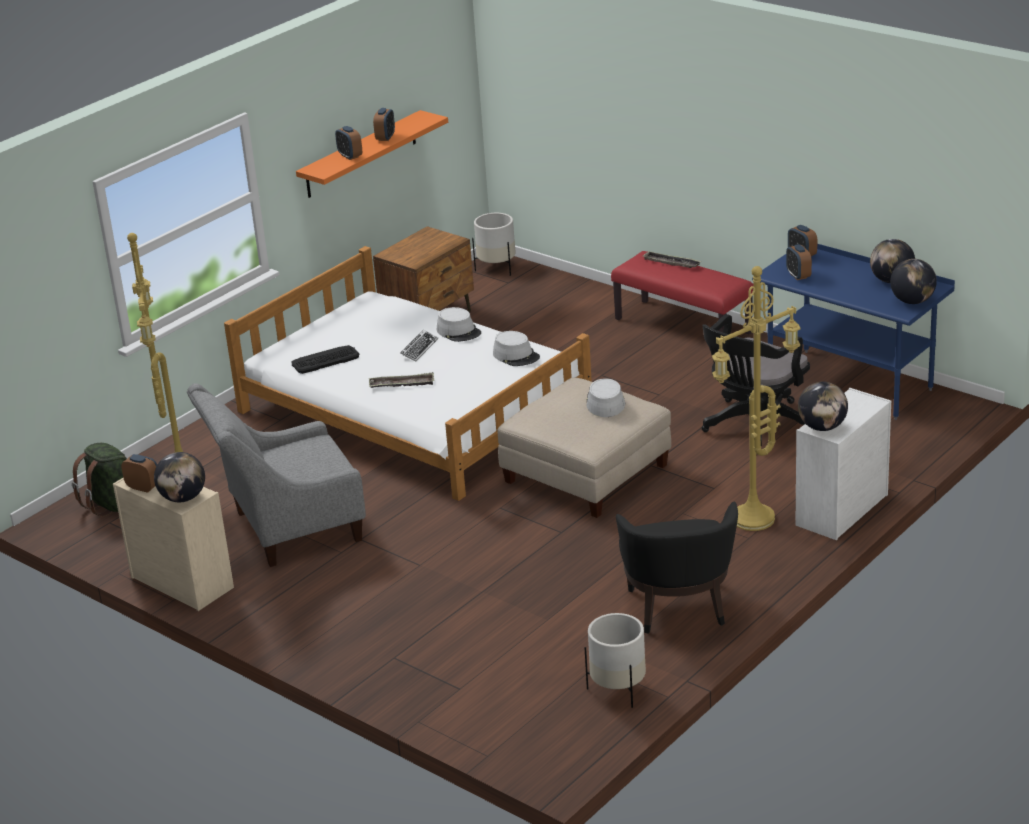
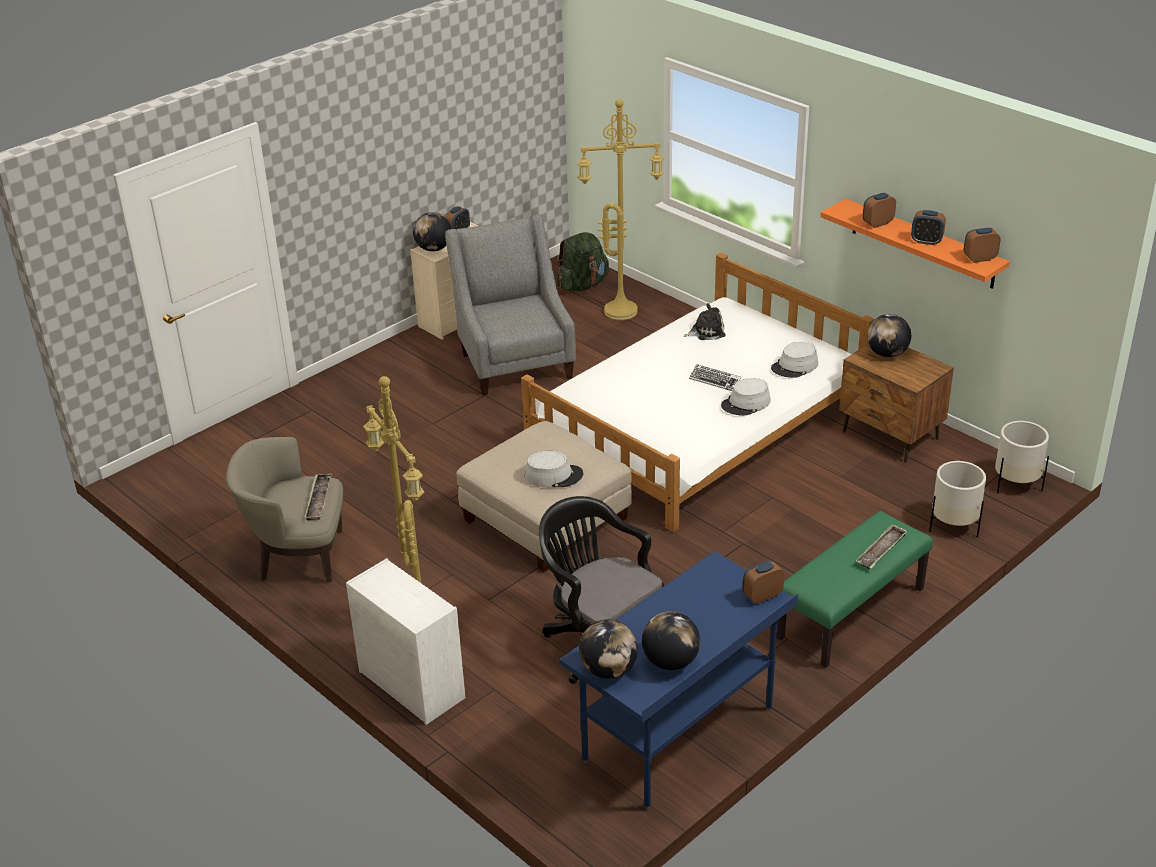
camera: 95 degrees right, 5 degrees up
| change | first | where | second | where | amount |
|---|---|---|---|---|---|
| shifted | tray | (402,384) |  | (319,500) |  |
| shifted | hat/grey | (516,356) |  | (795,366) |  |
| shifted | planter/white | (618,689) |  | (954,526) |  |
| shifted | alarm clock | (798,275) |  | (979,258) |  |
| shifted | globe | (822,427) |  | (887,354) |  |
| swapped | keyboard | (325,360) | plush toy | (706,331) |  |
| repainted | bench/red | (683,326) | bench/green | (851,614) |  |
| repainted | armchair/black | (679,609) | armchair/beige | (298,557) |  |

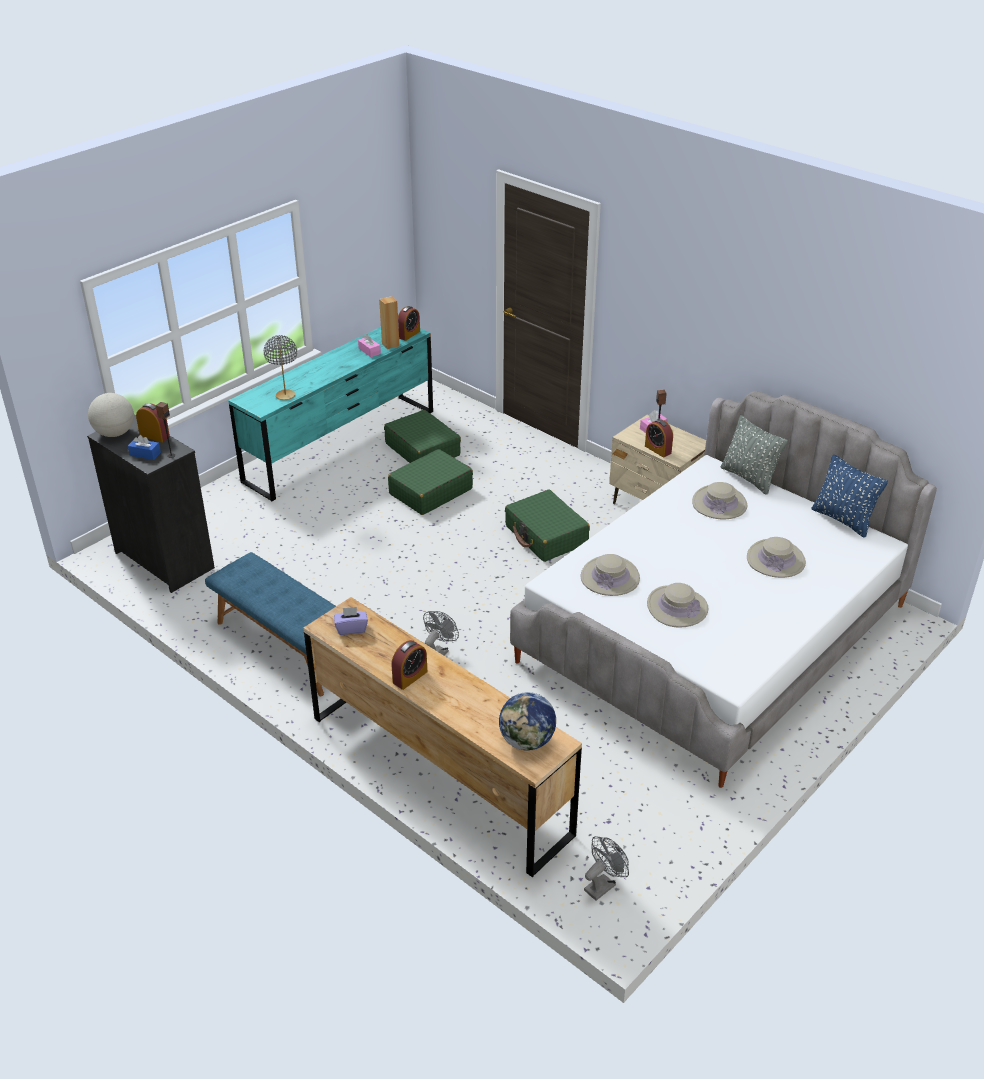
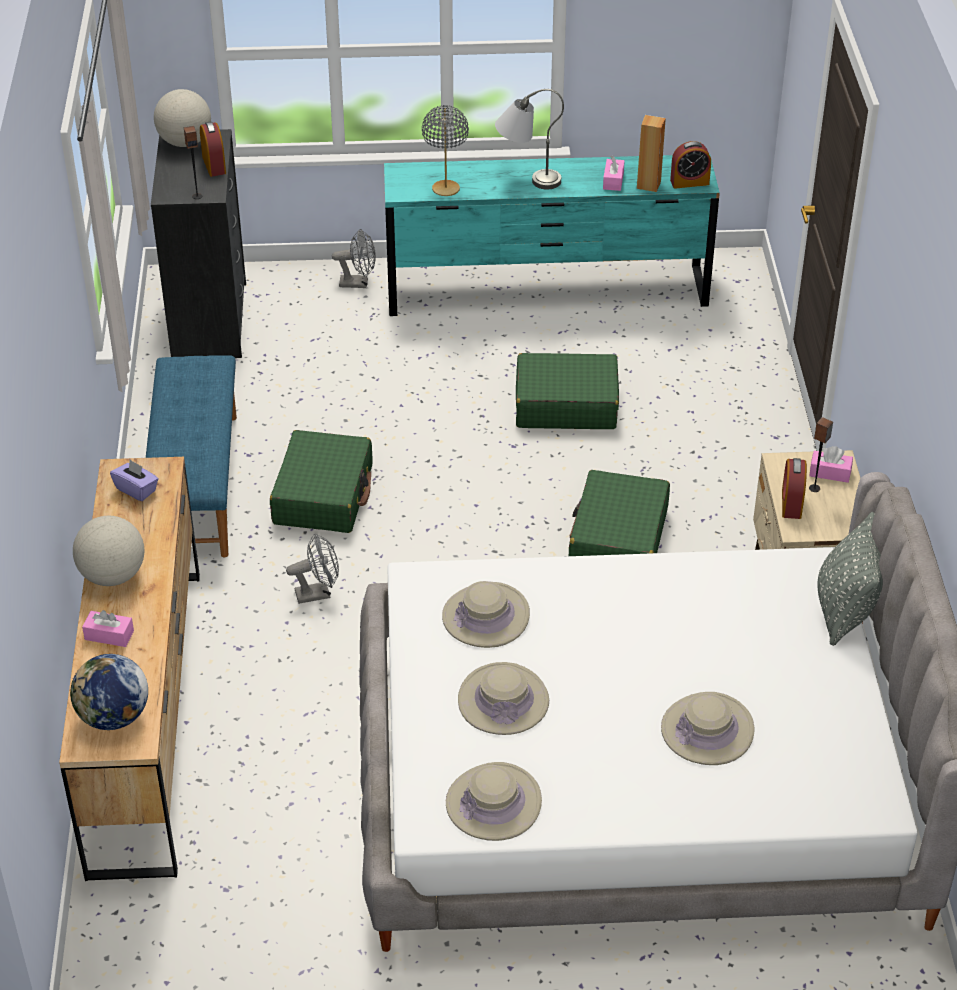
camera: 45 degrees right, 5 degrees up
| change | first | where | second | where | amount |
|---|---|---|---|---|---|
| gone | tissue box/blue | (145,454) |  |  |  |
| gone | pillow/blue | (843,520) |  |  |  |
| new |  |  | tissue box/pink | (109,635) |  |
| new |  |  | table lamp/grey | (526,179) |  |
| shifted | suitcase/green | (422,449) |  | (323,495) |  |
| shifted | fan/grey | (603,885) |  | (358,283) |  |
| shifted | hat/beige | (719,504) |  | (493,803) |  |
| swapped | alarm clock | (410,677) | globe | (113,575) |  |

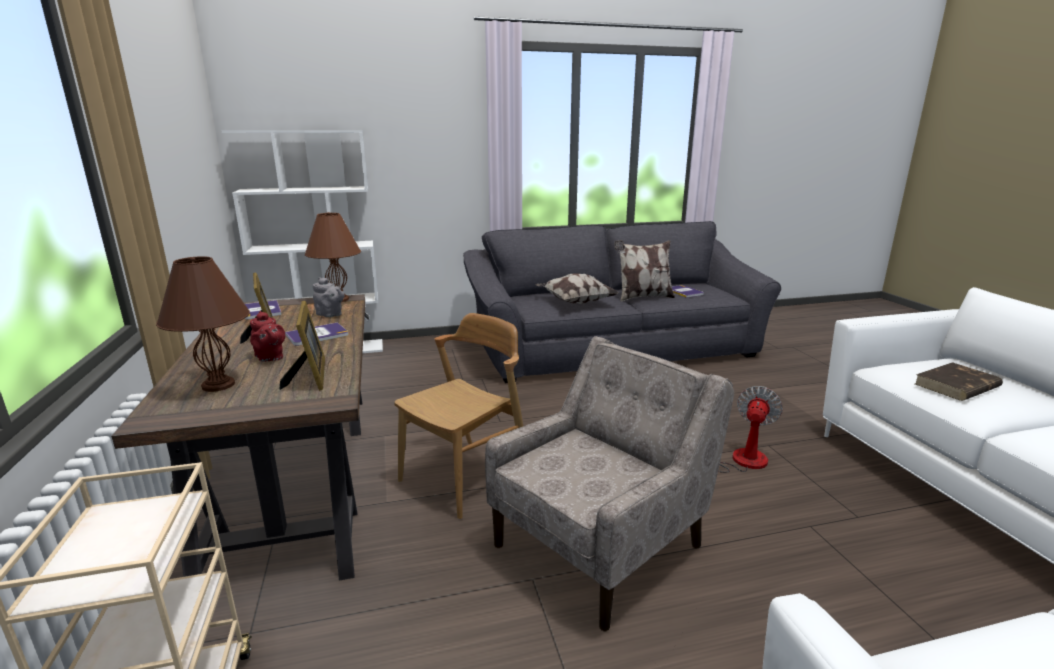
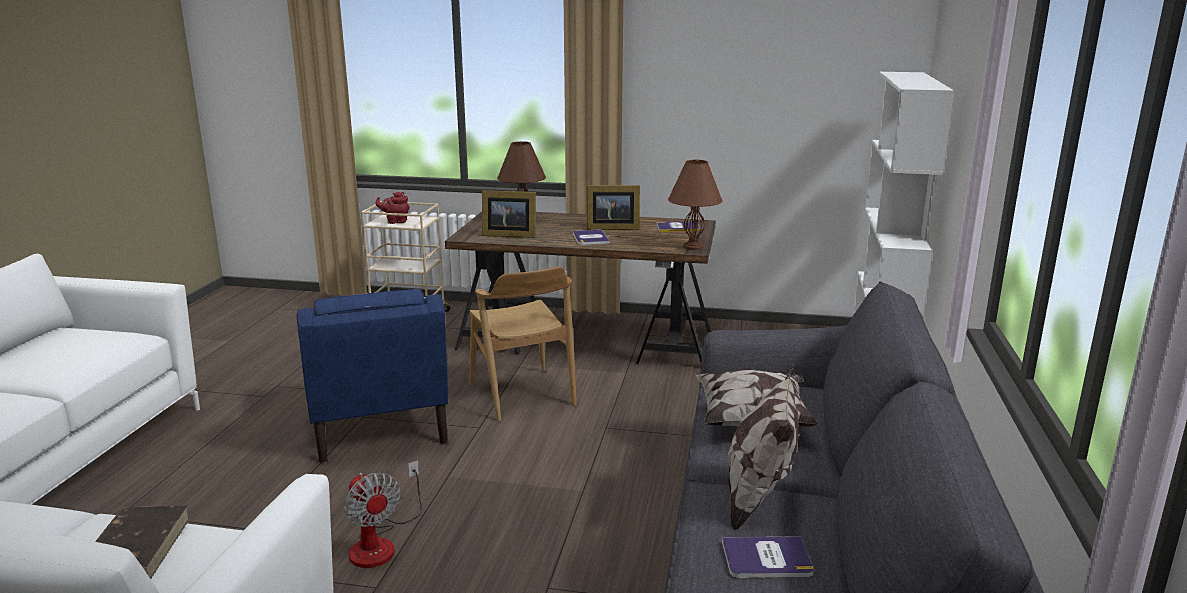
camera: 115 degrees right, 0 degrees up
| change | first | where | second | where | amount |
|---|---|---|---|---|---|
| gone | teapot/grey | (330,315) |  |  |  |
| shifted | teapot/red | (270,358) |  | (395,221) |  |
| repainted | armchair/beige | (600,544) | armchair/blue | (378,425) |  |

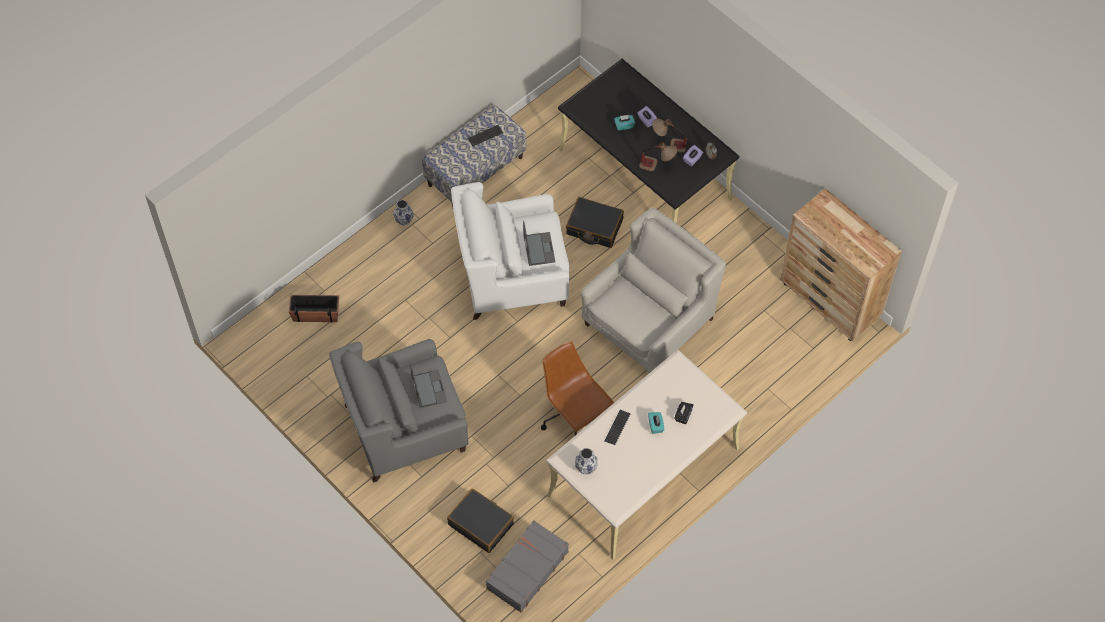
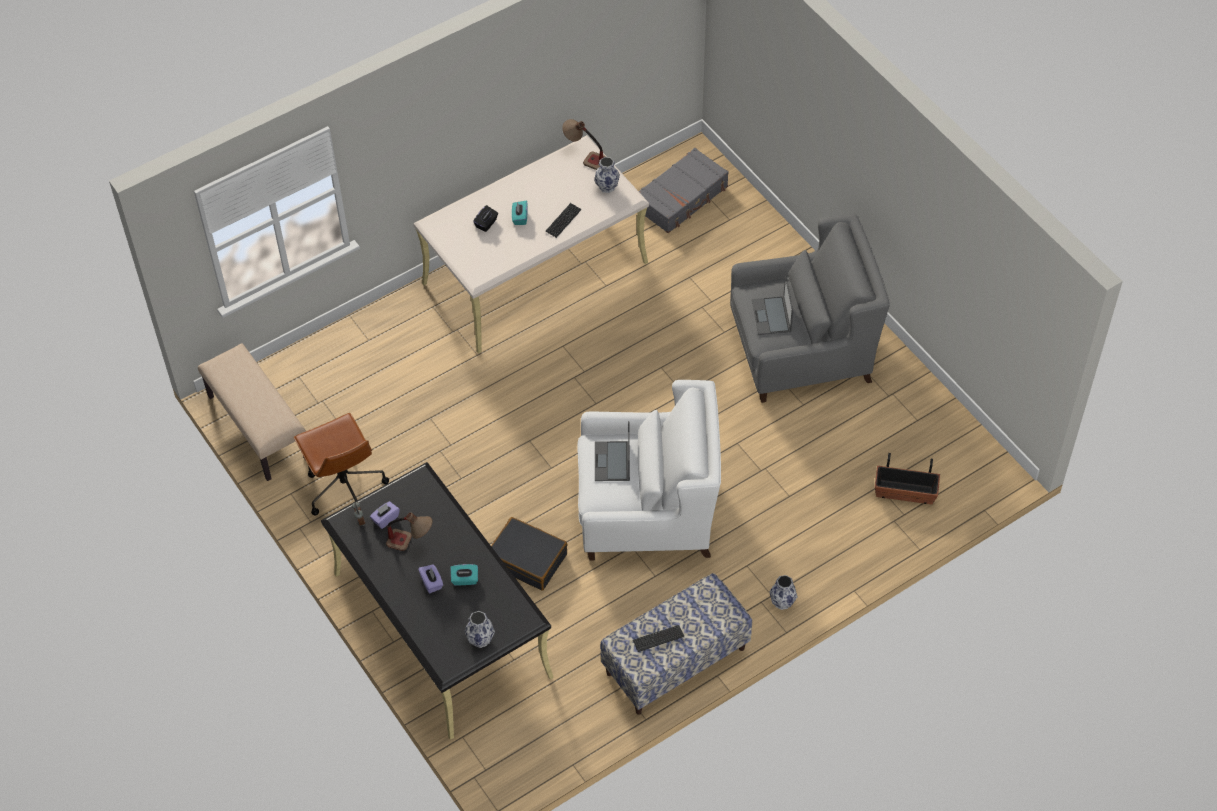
camera: 170 degrees left, 5 degrees down
| change | first | where | second | where | amount |
|---|---|---|---|---|---|
| gone | suitcase/black | (481,524) |  |  |  |
| gone | armchair/white | (649,322) |  |  |  |
| new |  |  | vase | (480,639) |  |
| shifted | office chair/brown | (575,418) |  | (345,488) |  |
| shifted | table lamp | (657,166) |  | (584,157) |  |
| swapped | dresser/brown | (830,301) | bench/beige | (257,427) |  |

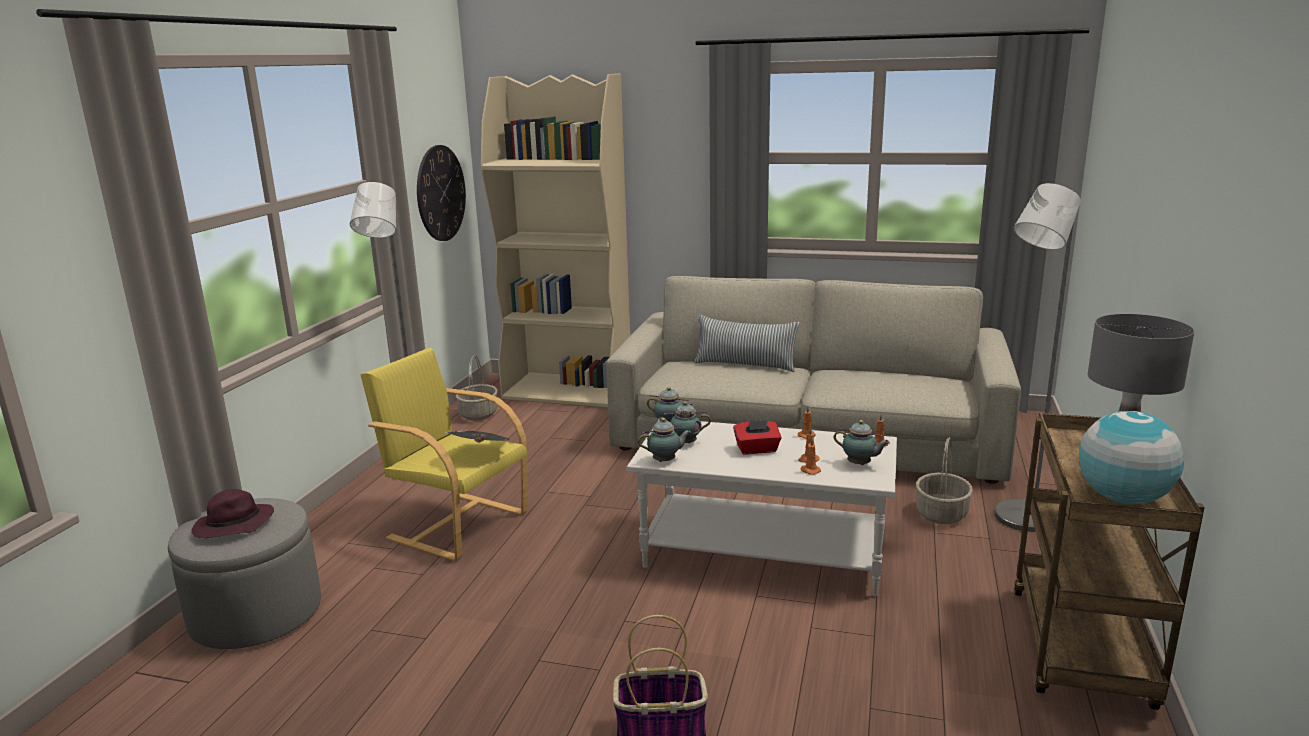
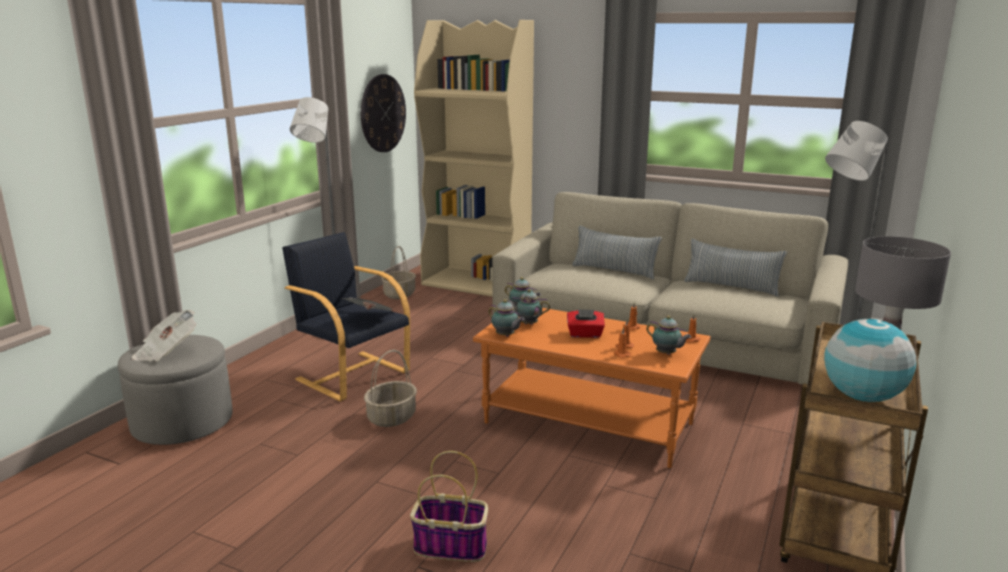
camera: 10 degrees right, 0 degrees up
| change | first | where | second | where | amount |
|---|---|---|---|---|---|
| new |  |  | pillow | (731,287) |  |
| shifted | basket | (942,514) |  | (391,418) |  |
| swapped | hat/purple | (233,526) | newspaper | (166,352) |  |
| repainted | armchair/yellow | (457,524) | armchair/black | (352,375) |  |
| repainted | coffee table/white | (765,552) | coffee table/orange | (589,423) |  |
| rotated | teapot | (666,461) |  | (506,336) | 45 degrees clockwise |

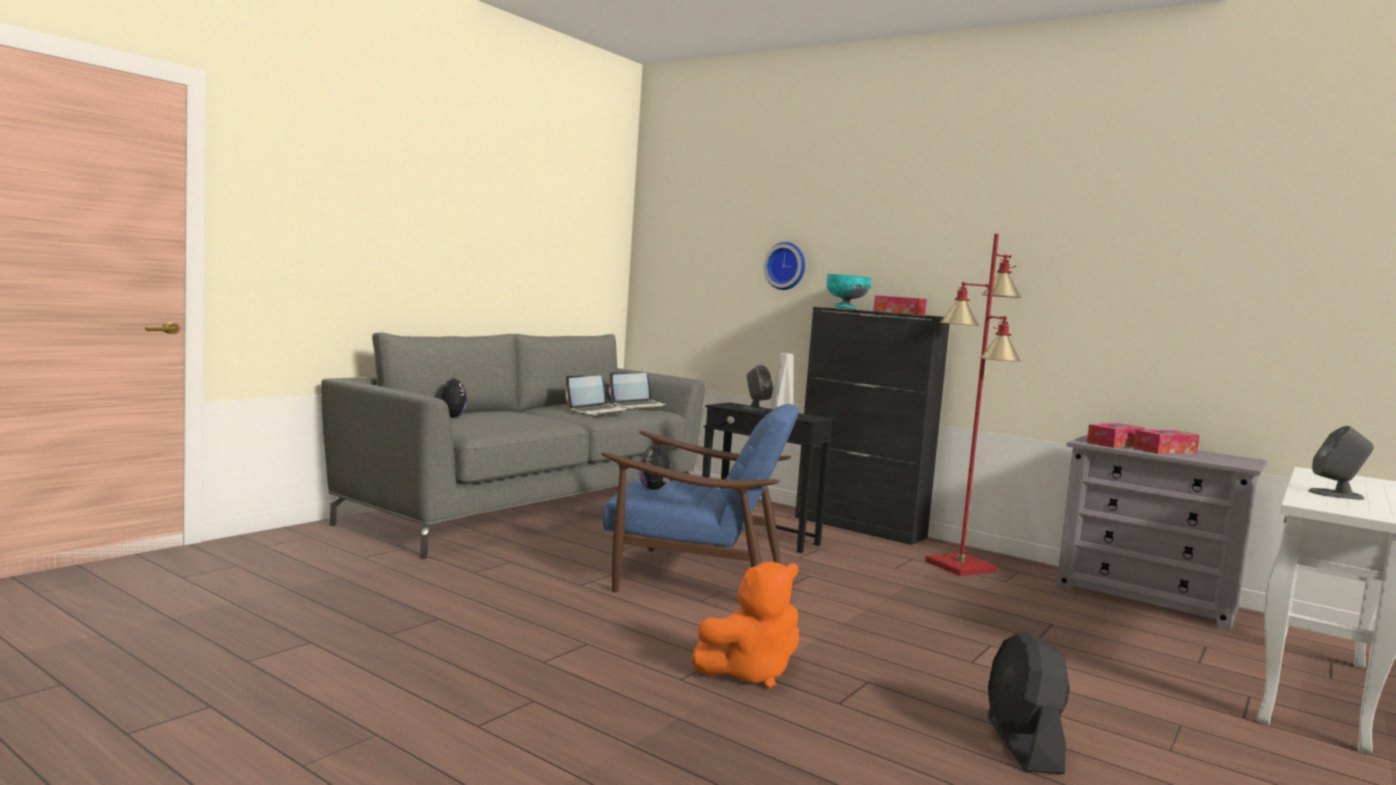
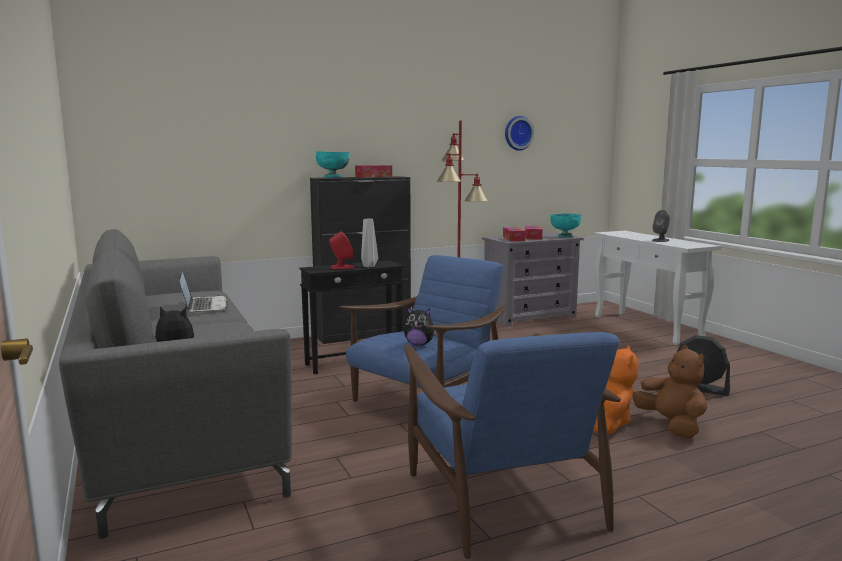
camera: 60 degrees left, 5 degrees up
| change | first | where | second | where | amount |
|---|---|---|---|---|---|
| gone | laptop | (638,406) |  |  |  |
| new |  |  | armchair/blue | (502,495) |  |
| new |  |  | bowl/turquoise | (565,236) |  |
| new |  |  | plush toy/brown | (671,426) |  |
| shifted | wall clock | (786,266) |  | (517,133) |  |
| repainted | speaker/grey | (756,409) | speaker/red | (342,267) |  |

